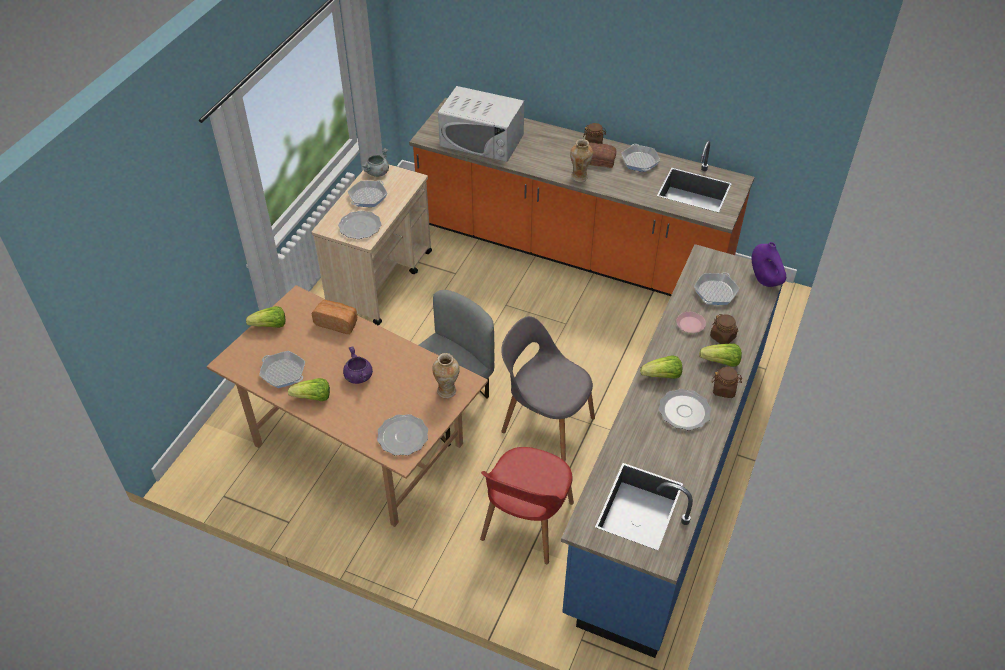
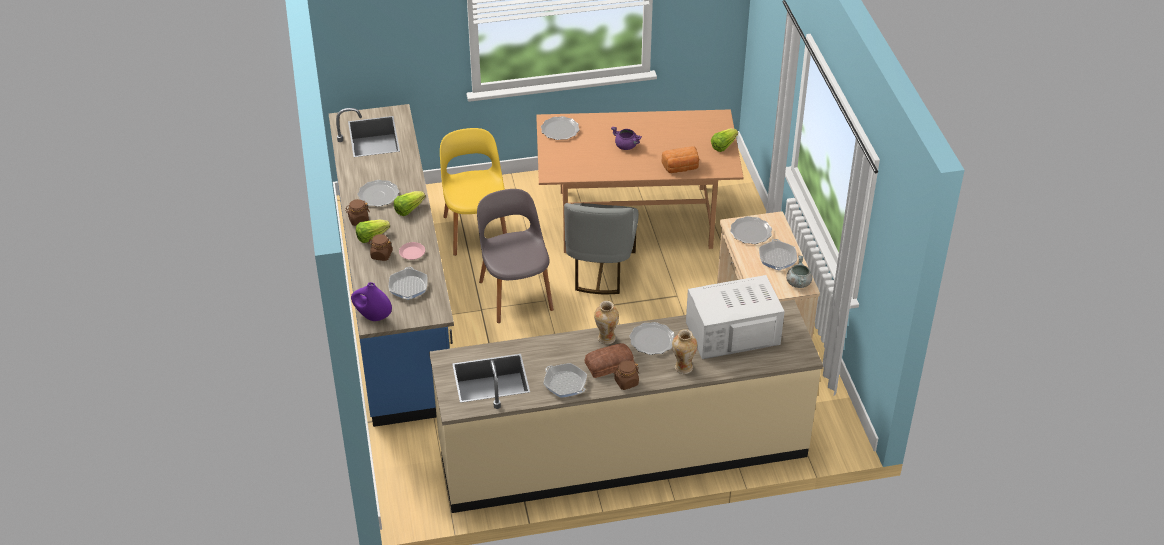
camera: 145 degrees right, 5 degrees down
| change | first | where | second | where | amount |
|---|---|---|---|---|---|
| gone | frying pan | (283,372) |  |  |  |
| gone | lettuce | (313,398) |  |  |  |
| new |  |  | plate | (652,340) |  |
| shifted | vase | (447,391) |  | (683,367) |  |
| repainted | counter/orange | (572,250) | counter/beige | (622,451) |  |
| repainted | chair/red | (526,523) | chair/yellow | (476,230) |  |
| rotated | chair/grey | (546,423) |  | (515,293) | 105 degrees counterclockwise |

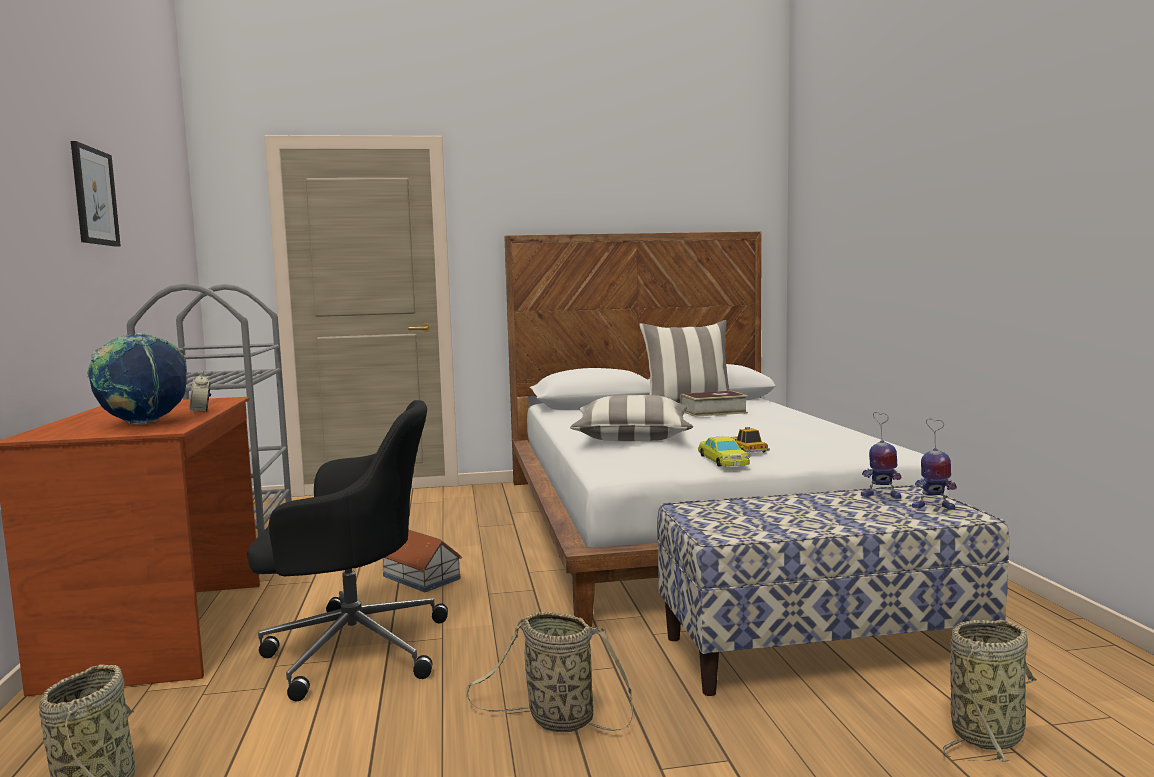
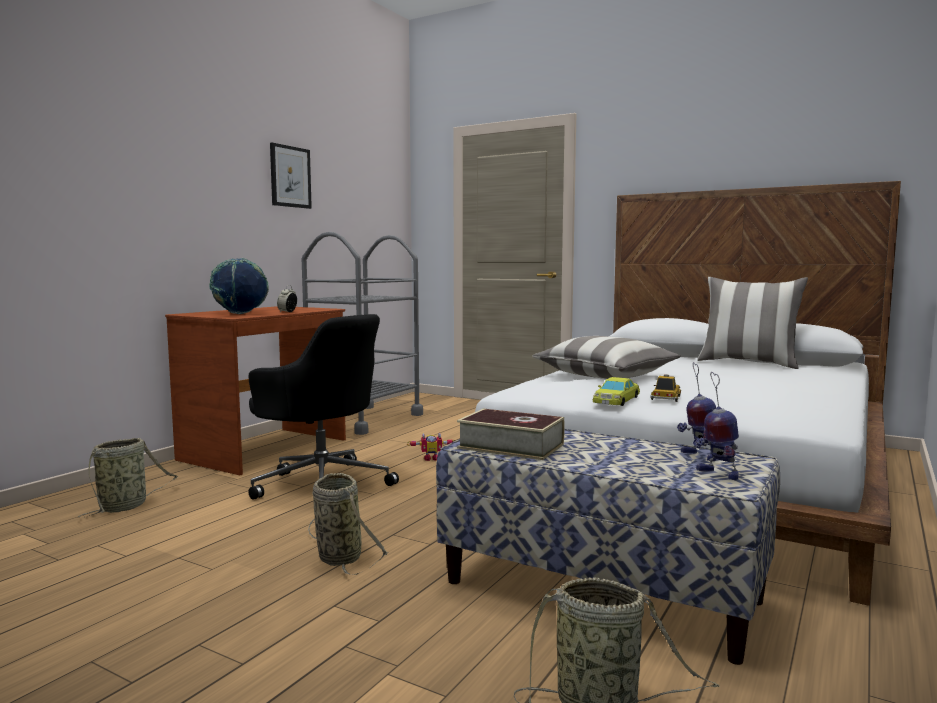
camera: 40 degrees right, 0 degrees up
| change | first | where | second | where | amount |
|---|---|---|---|---|---|
| shifted | book | (713,412) |  | (511,446) |  |
| swapped | toy house | (421,577) | toy robot | (431,458) |  |

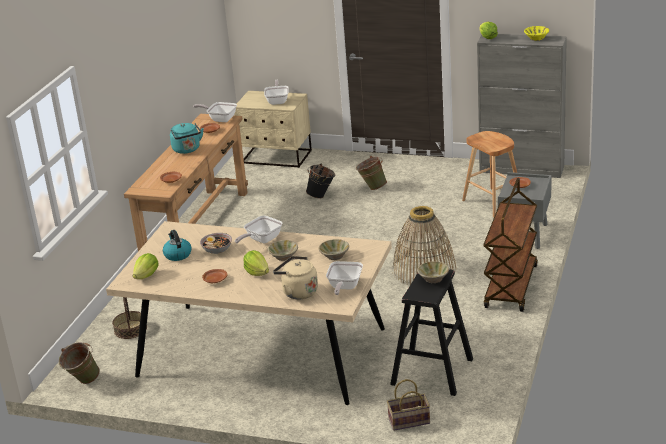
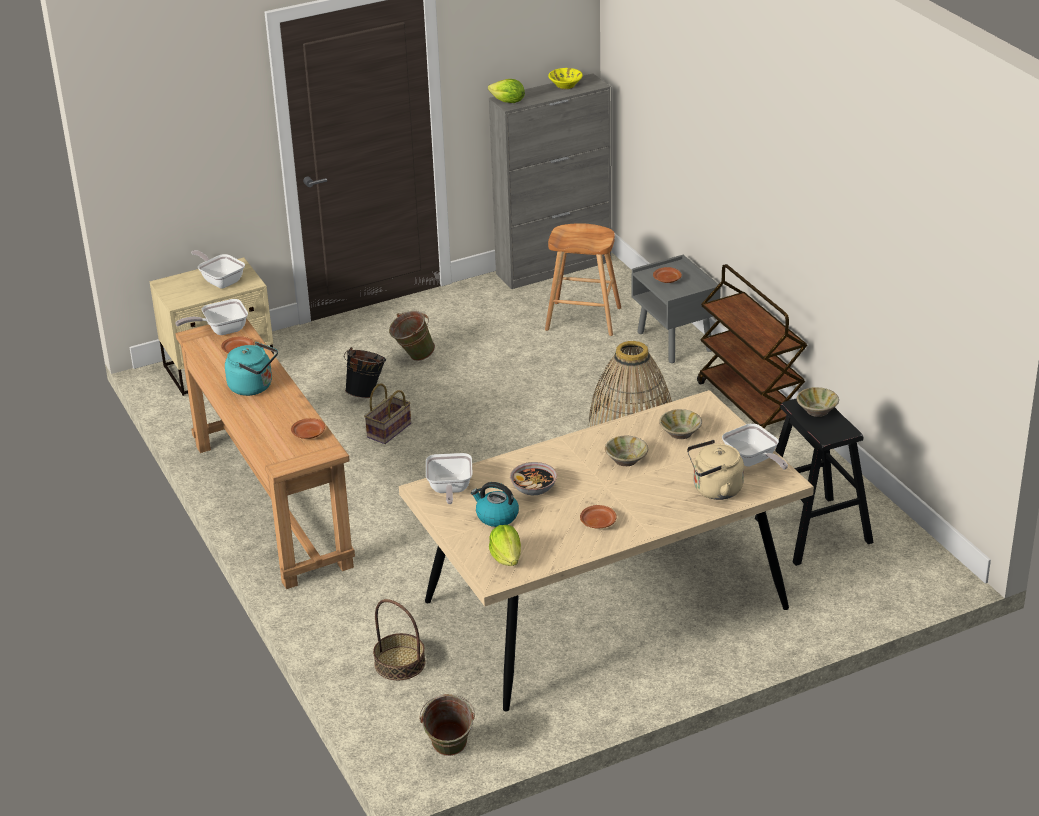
camera: 45 degrees left, 5 degrees up
| change | first | where | second | where | amount |
|---|---|---|---|---|---|
| gone | lettuce | (257,272) |  |  |  |
| shifted | frying pan | (261,240) |  | (449,490) |  |
| shifted | basket | (408,422) |  | (389,431) |  |

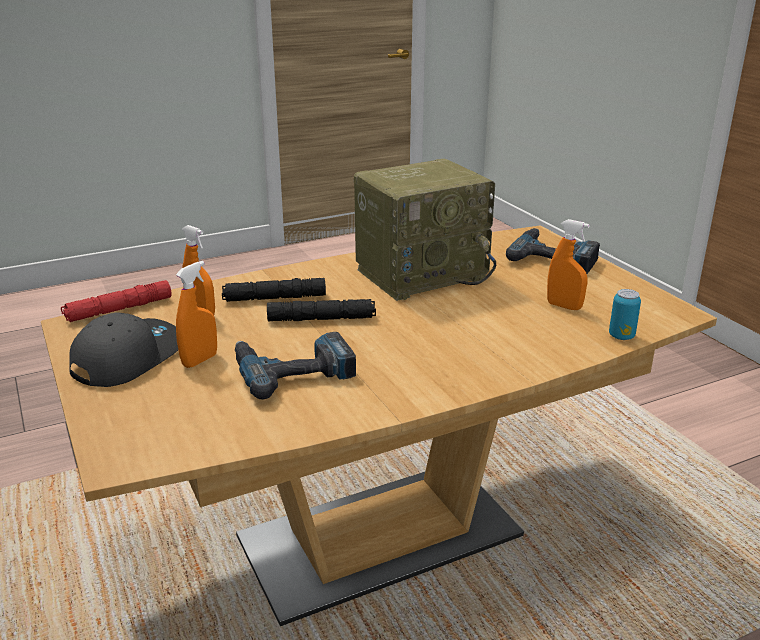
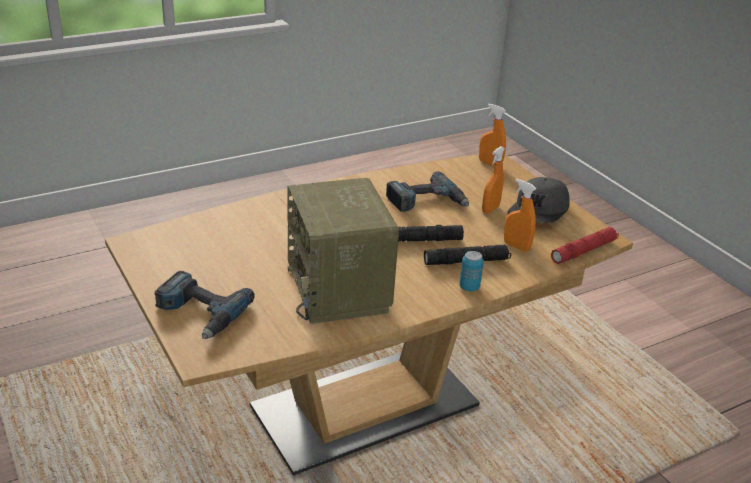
camera: 175 degrees right, 5 degrees up
| change | first | where | second | where | amount |
|---|---|---|---|---|---|
| shifted | spray bottle/orange | (564,306) |  | (490,163) |  |
| shifted | can | (621,336) |  | (469,287) |  |
| rotated | radio | (422,273) |  | (340,290) | 75 degrees counterclockwise |

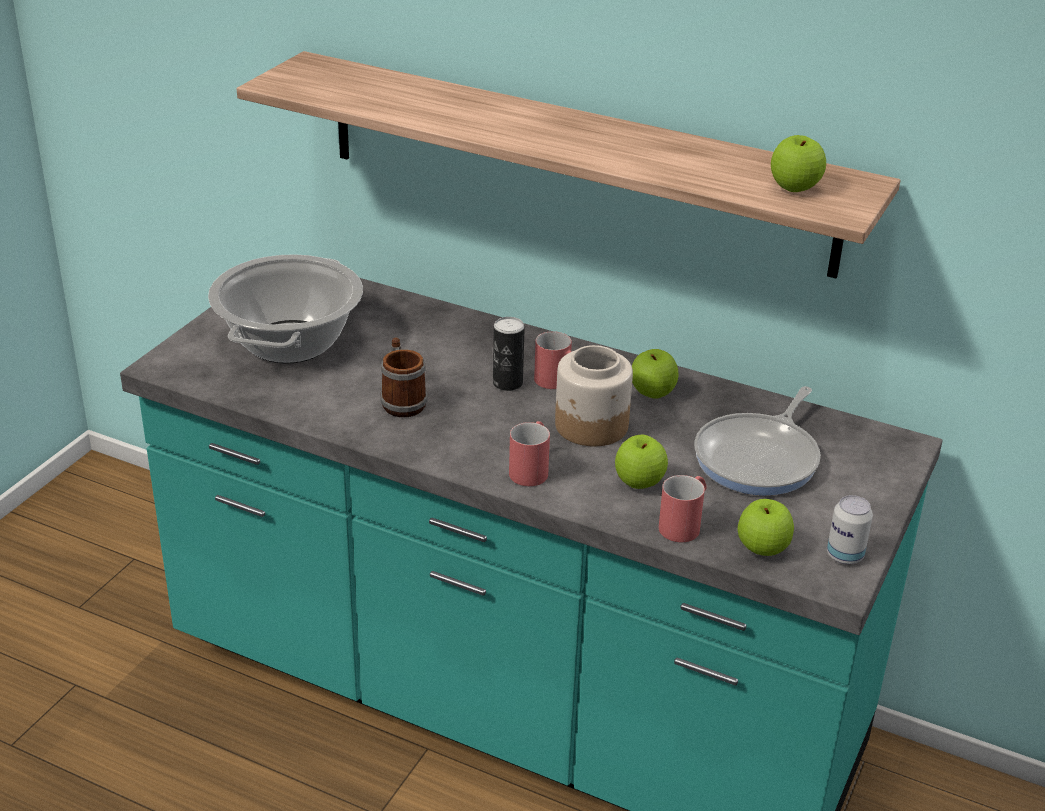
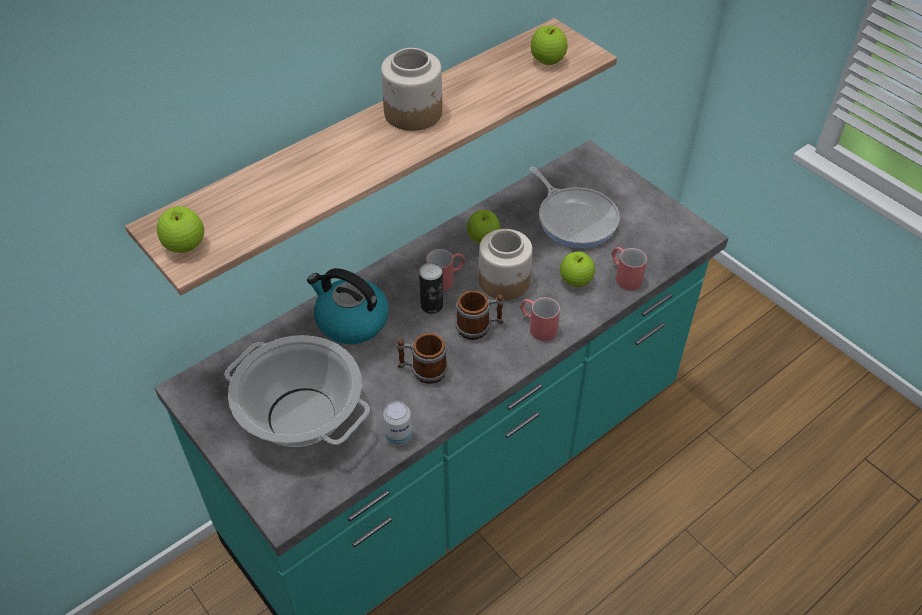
camera: 65 degrees left, 15 degrees up
| change | first | where | second | where | amount |
|---|---|---|---|---|---|
| new |  |  | kettle | (351,321) |  |
| new |  |  | jar | (414,113) |  |
| new |  |  | mug | (479,327) |  |
| shifted | apple | (762,549) |  | (185,246) |  |
| shifted | can | (844,556) |  | (398,436) |  |

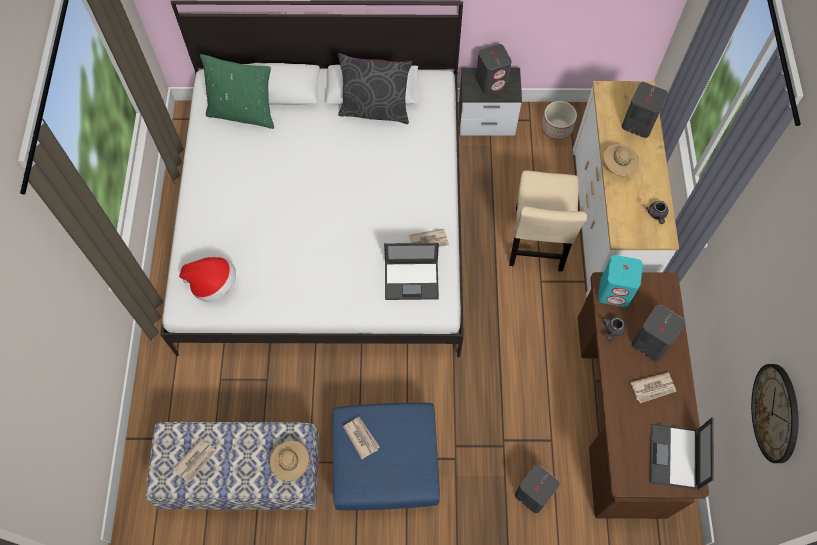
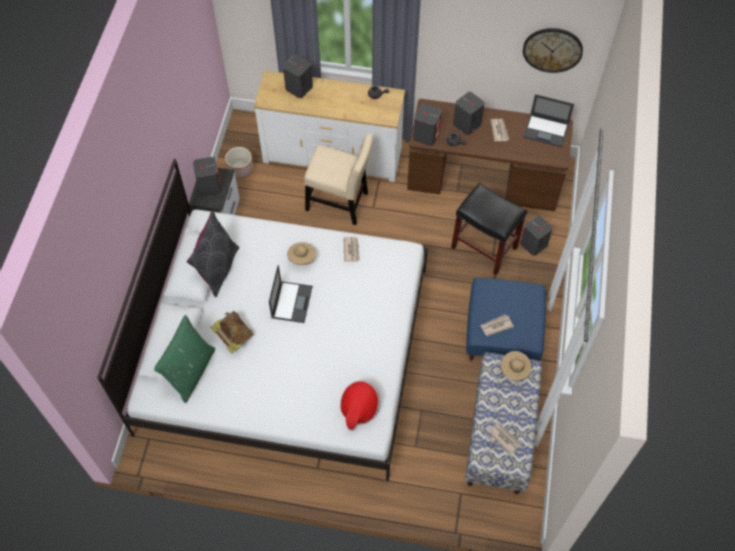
camera: 80 degrees left, 5 degrees down
| change | first | where | second | where | amount |
|---|---|---|---|---|---|
| new |  |  | book | (233,337) |  |
| new |  |  | stool/black | (483,247) |  |
| shifted | laptop | (412,280) |  | (291,301) |  |
| shifted | hat/beige | (617,167) |  | (302,259) |  |
| repainted | speaker/turquoise | (615,291) | speaker/grey | (426,135) |  |

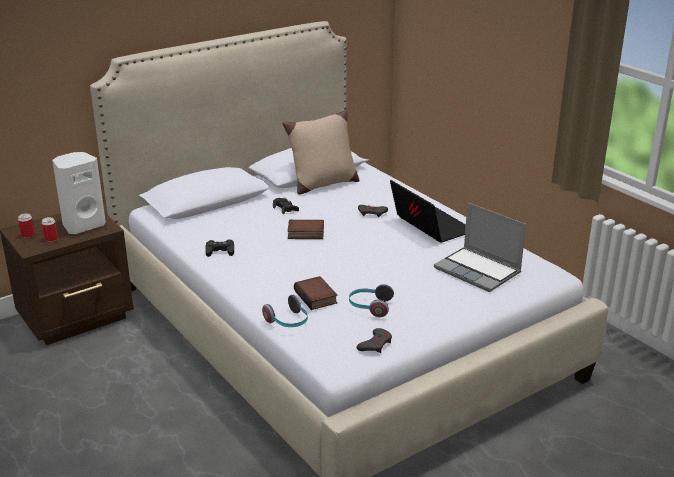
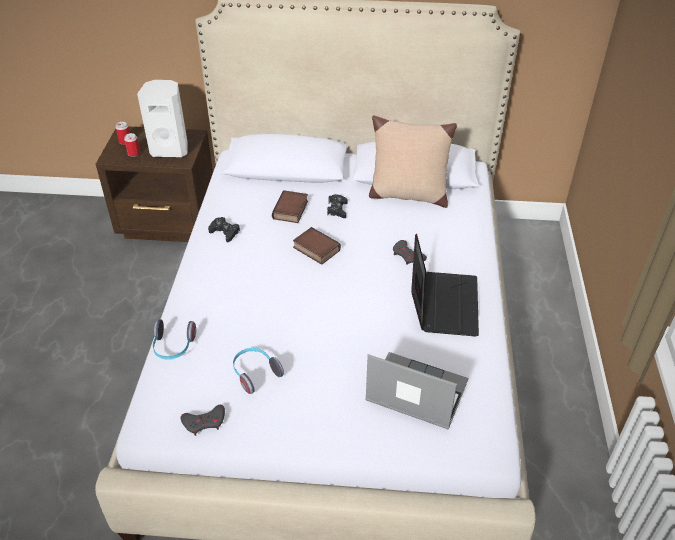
camera: 40 degrees right, 15 degrees up
| change | first | where | second | where | amount |
|---|---|---|---|---|---|
| shifted | book | (317,297) |  | (291,210) |  |
| rotated | laptop | (478,271) |  | (414,392) | 120 degrees clockwise |

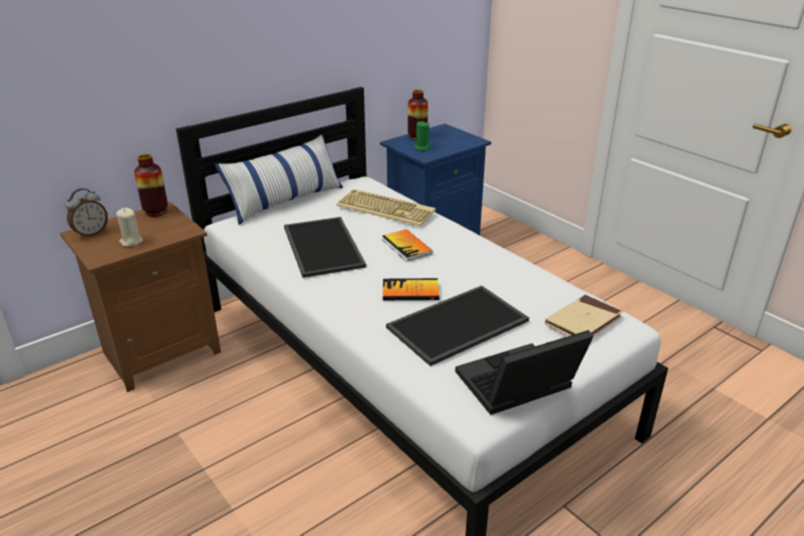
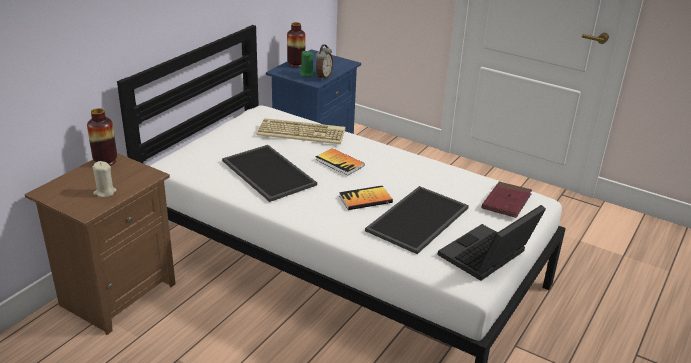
camera: 20 degrees left, 0 degrees up
| change | first | where | second | where | amount |
|---|---|---|---|---|---|
| gone | pillow | (285,201) |  |  |  |
| shifted | alarm clock | (91,233) |  | (323,77) |  |
| repainted | book/beige | (583,321) | book/red | (506,202) |  |

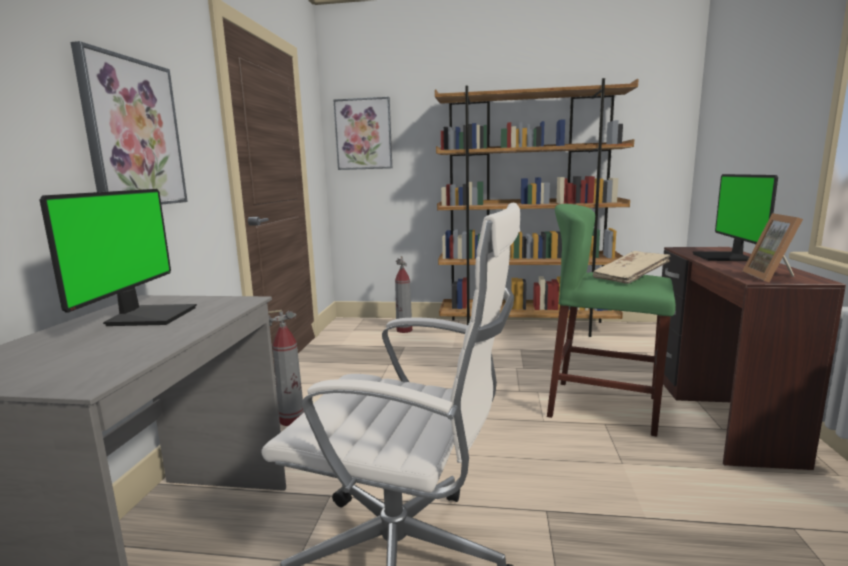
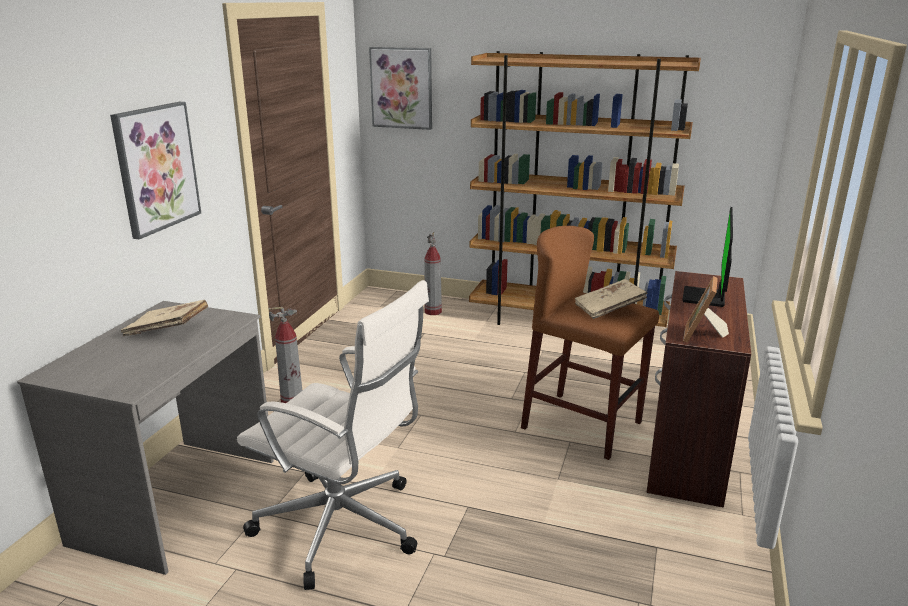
camera: 10 degrees right, 10 degrees up
| change | first | where | second | where | amount |
|---|---|---|---|---|---|
| swapped | monitor | (149,316) | book/beige | (168,330) |  |
| repainted | stool/green | (604,407) | stool/brown | (582,425) |  |

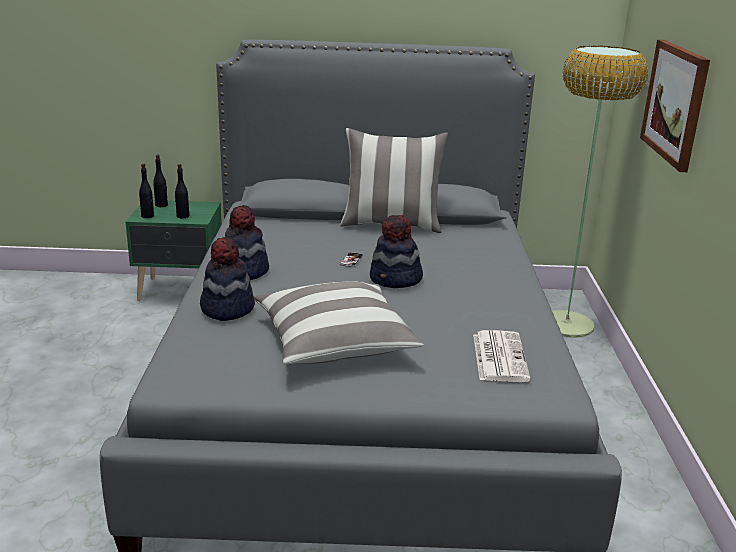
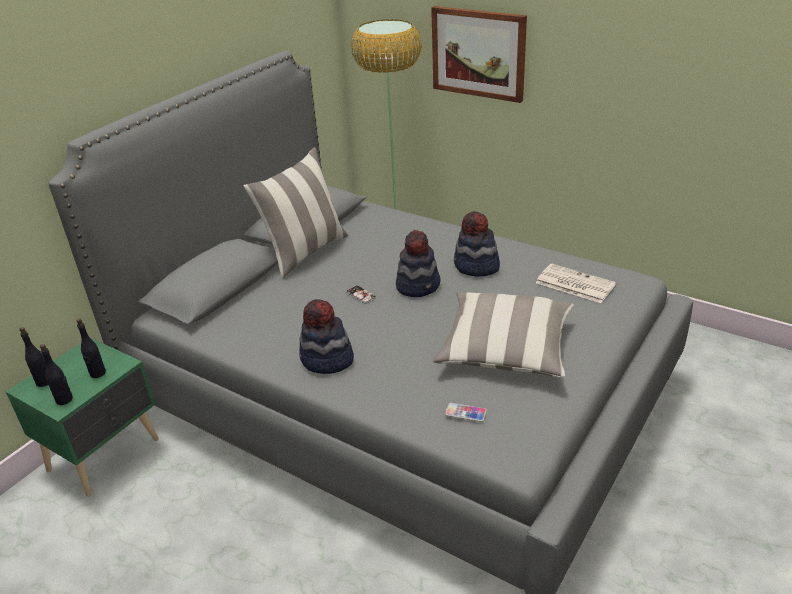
camera: 55 degrees left, 10 degrees up
| change | first | where | second | where | amount |
|---|---|---|---|---|---|
| new |  |  | phone | (465,413) |  |
| shifted | hat | (227,308) |  | (476,266) |  |

